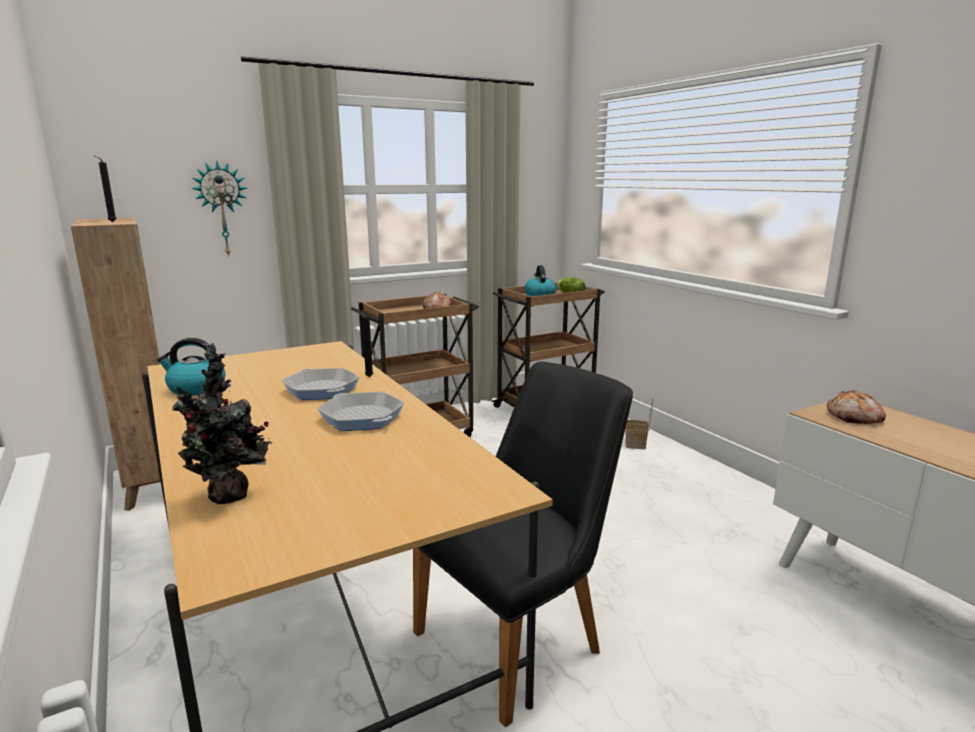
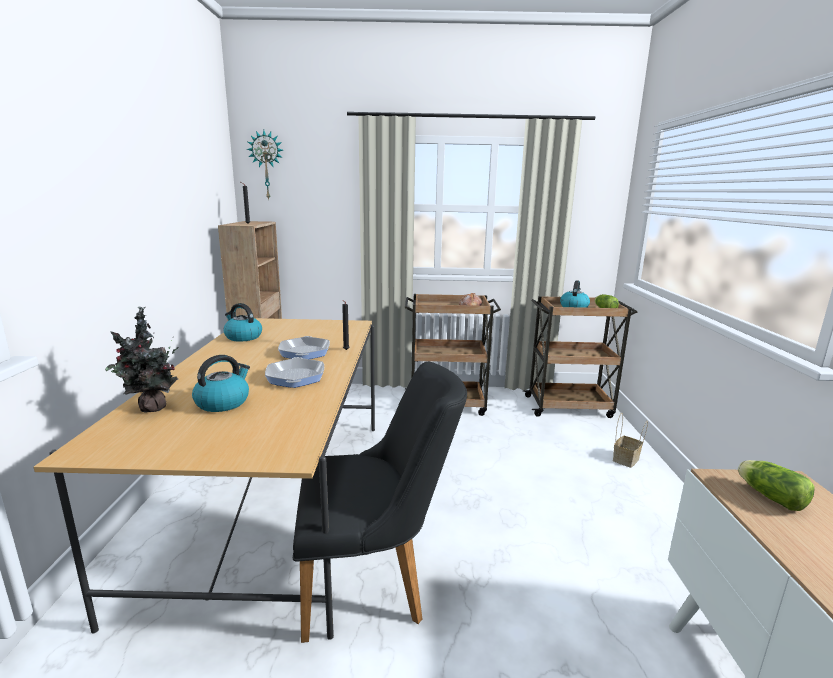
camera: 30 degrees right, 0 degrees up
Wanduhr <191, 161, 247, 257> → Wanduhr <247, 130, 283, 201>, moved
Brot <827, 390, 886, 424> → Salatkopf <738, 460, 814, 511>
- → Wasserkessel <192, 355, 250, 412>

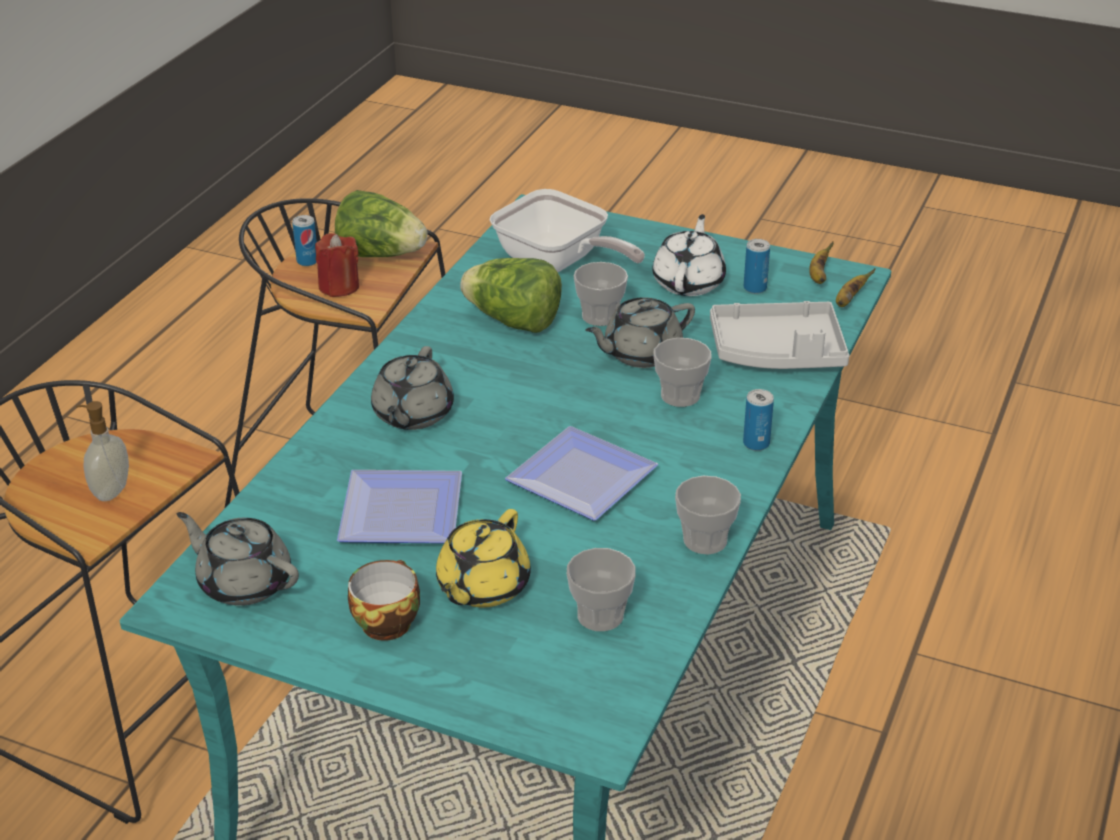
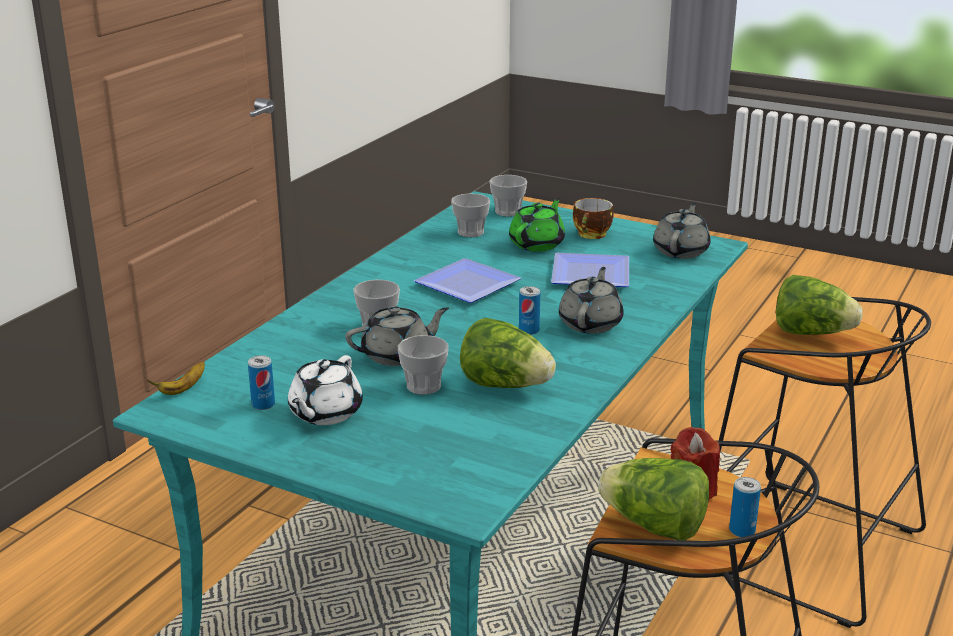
camera: 175 degrees left, 10 degrees down
Seifenspender <76, 401, 129, 501> → Salatkopf <776, 275, 863, 335>
Teekanne (grau) <177, 512, 299, 606> → Teekanne (grau) <653, 203, 711, 259>, 105 degrees counterclockwise
Teekanne (gelb) <436, 509, 531, 608> → Teekanne (grün) <509, 198, 565, 252>
Pfanne <489, 189, 645, 272> → -
Tasse <675, 476, 741, 554> → Tasse <490, 175, 527, 217>, moved
Tablett (grau) <710, 301, 849, 369> → -
Dose <743, 389, 774, 451> → Dose <519, 286, 540, 335>, moved
Banane <809, 241, 834, 284> → -

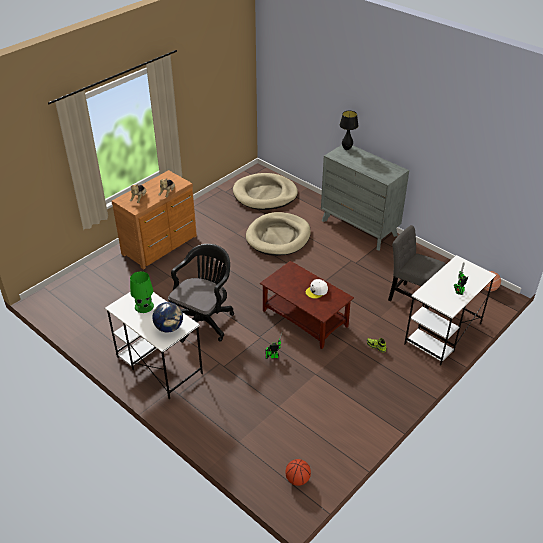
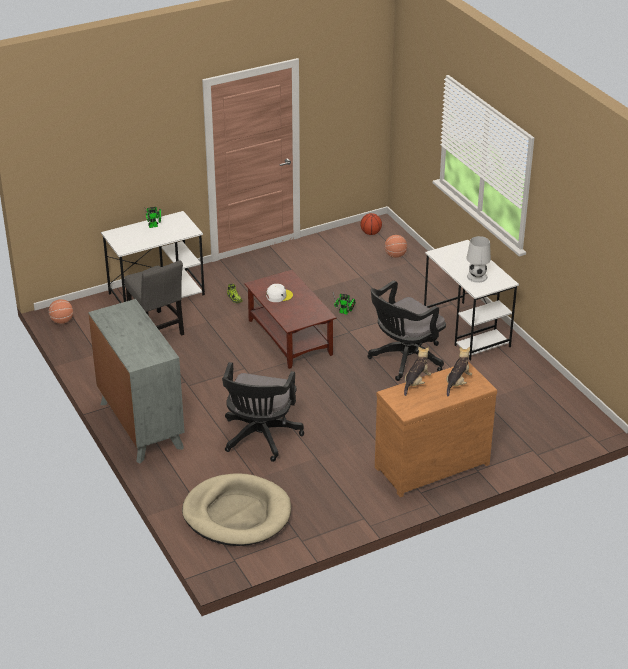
camera: 160 degrees left, 5 degrees down
Tischlampe (grün) <130, 271, 154, 313> → Tischlampe (weiß) <466, 236, 491, 283>
Globus <152, 302, 183, 333> → -
Hundebett (beige) <246, 212, 311, 256> → Bürostuhl (schwarz) <222, 362, 304, 462>
Tischlampe (schwarz) <340, 111, 358, 150> → -
- → Basketball <385, 235, 407, 258>

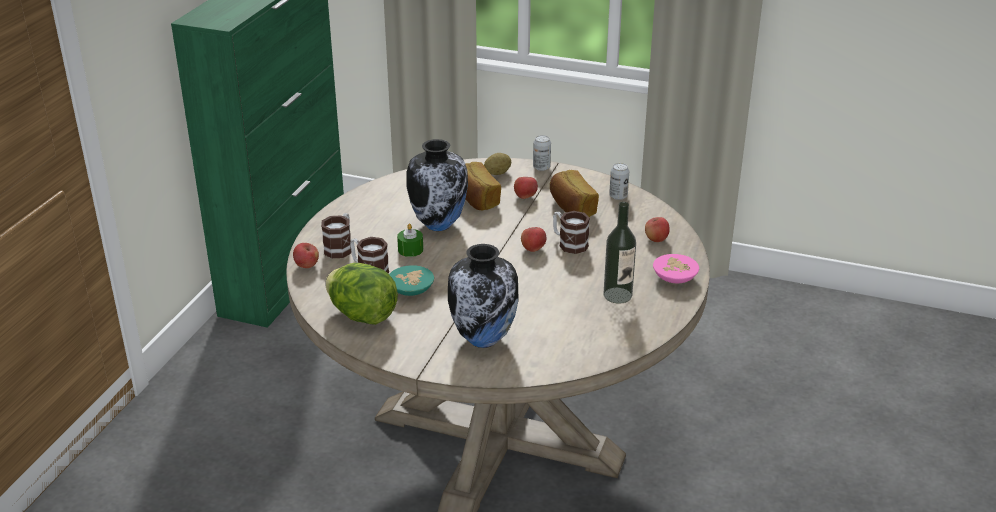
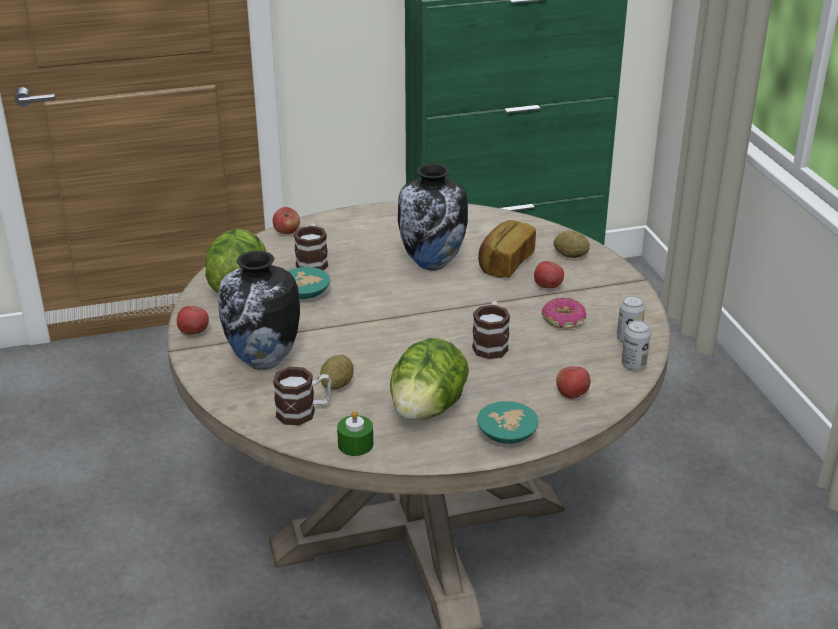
camera: 55 degrees right, 0 degrees up
Henkelbecher <321, 213, 351, 258> → Henkelbecher <273, 367, 331, 425>, moved
Kerze (grün) <397, 224, 423, 257> → Kerze (grün) <337, 410, 373, 456>, moved
Apfel <521, 227, 546, 252> → Apfel <177, 306, 209, 335>, moved
Dose <533, 135, 551, 171> → Dose <622, 320, 651, 370>, moved
Brot <550, 170, 599, 217> → Donut <542, 298, 586, 328>
Flasche <603, 202, 636, 304> → Salatkopf <390, 338, 469, 421>
Schüssel (rosa) <653, 254, 699, 284> → Schüssel (türkis) <477, 401, 539, 444>
- → Kartoffel <320, 355, 354, 390>

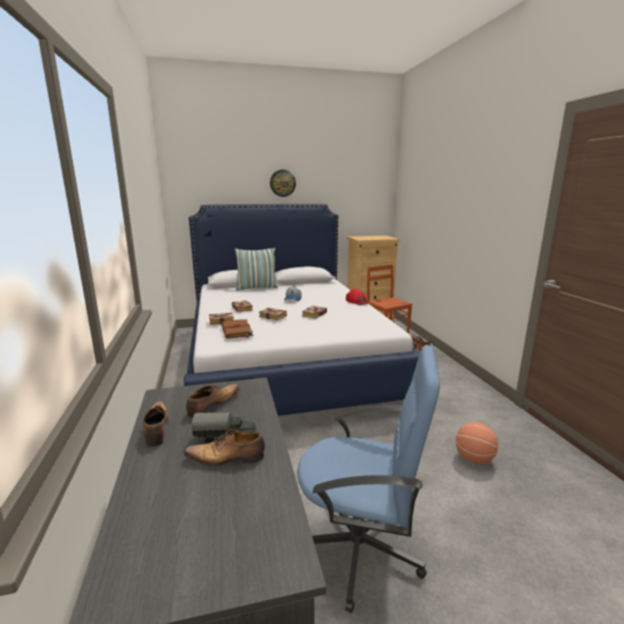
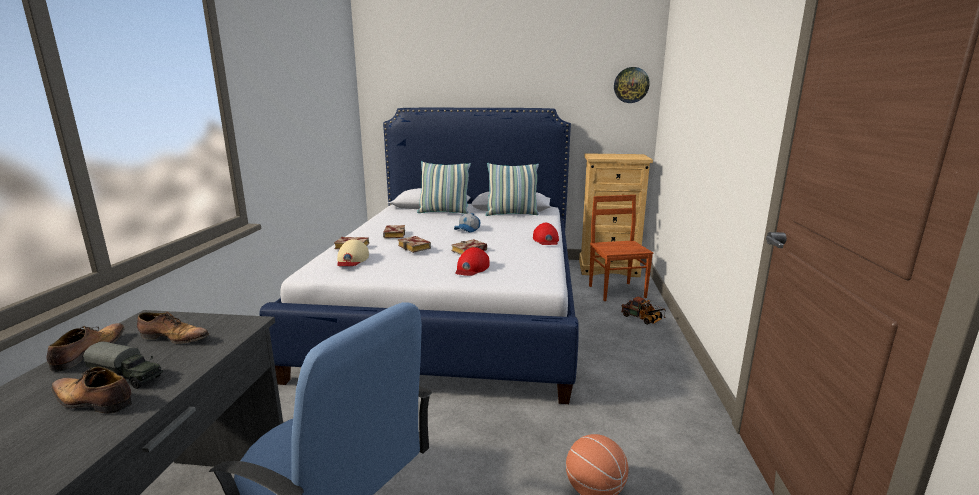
camera: 20 degrees right, 0 degrees up
Schuh <186, 384, 240, 418> → Schuh <137, 311, 209, 344>, 45 degrees clockwise
Buch (braun) <221, 319, 253, 339> → Kappe (beige) <337, 239, 369, 266>
Wanduhr <270, 169, 296, 197> → Wanduhr <614, 67, 650, 103>, moved
- → Kappe (rot) <455, 247, 490, 276>
- → Kissen <486, 163, 539, 216>

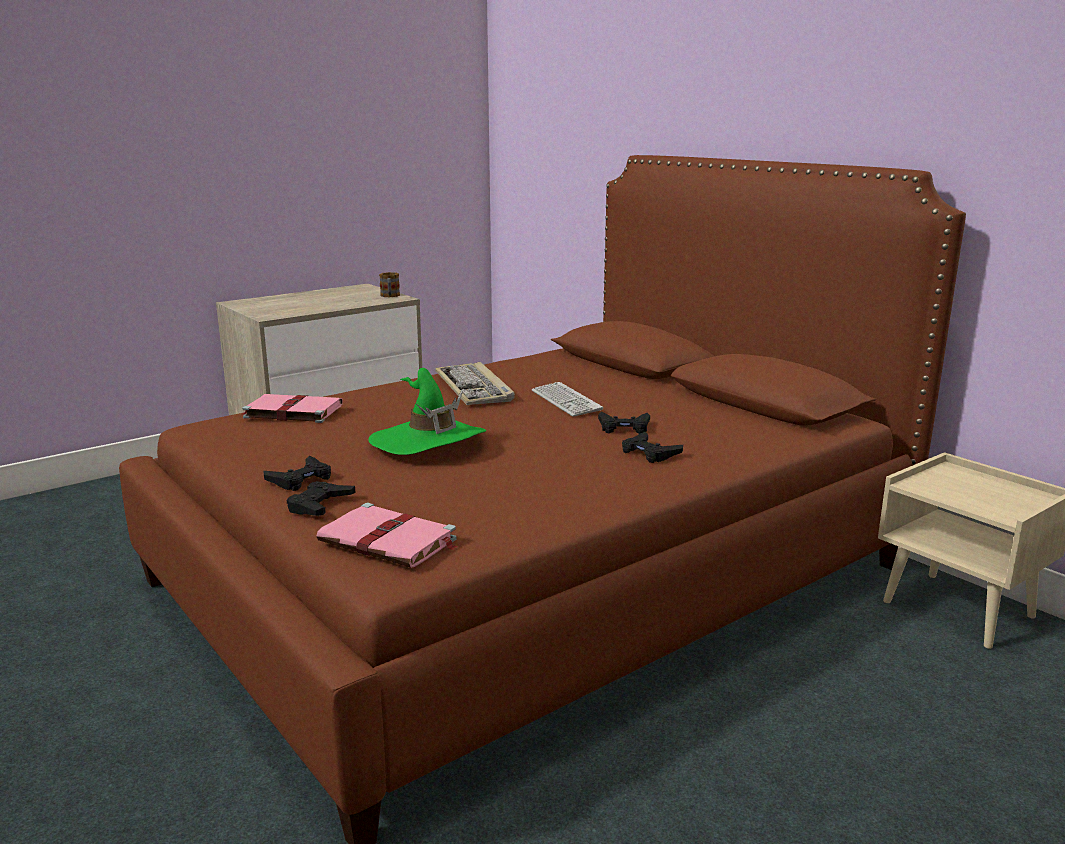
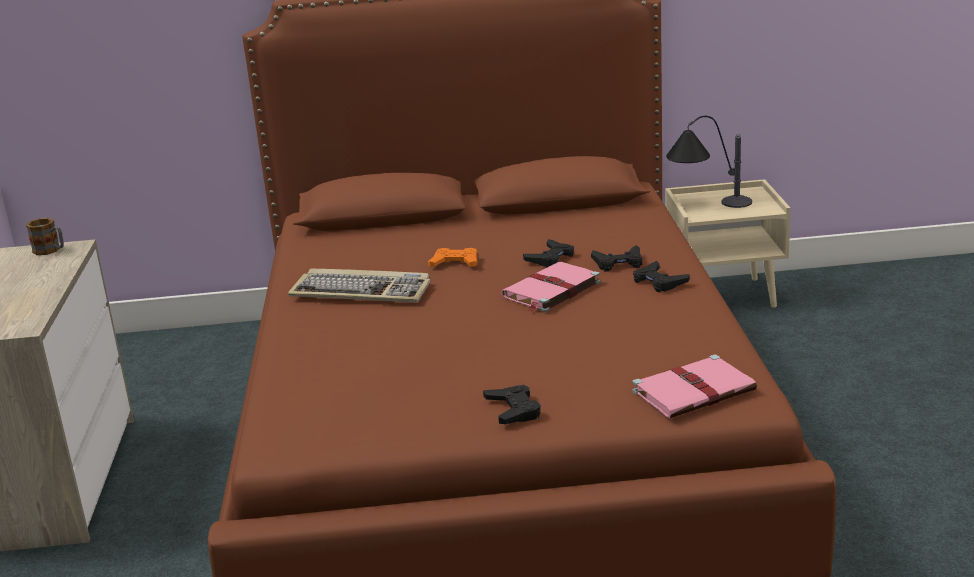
camera: 55 degrees left, 5 degrees up
Buch (rosa) <242, 394, 343, 423> → Buch (rosa) <501, 262, 600, 312>, moved
Gamepad (schwarz) <287, 481, 355, 516> → Gamepad (schwarz) <633, 261, 689, 292>, moved
Hut (grün) <368, 368, 486, 455> → -
Tastatur <532, 382, 603, 417> → Gamepad (orange) <428, 248, 477, 267>
- → Tischlampe <666, 116, 752, 208>

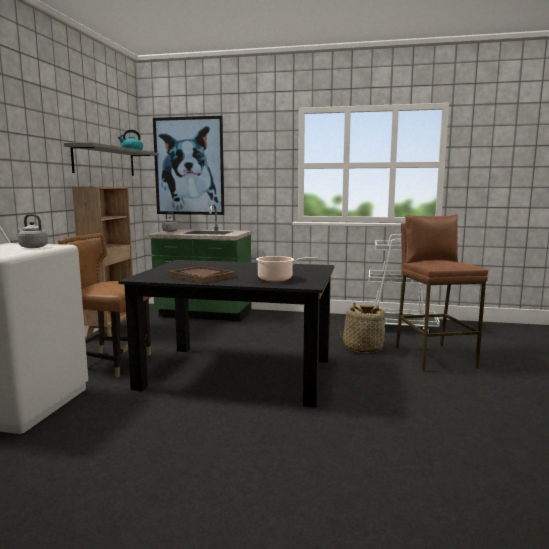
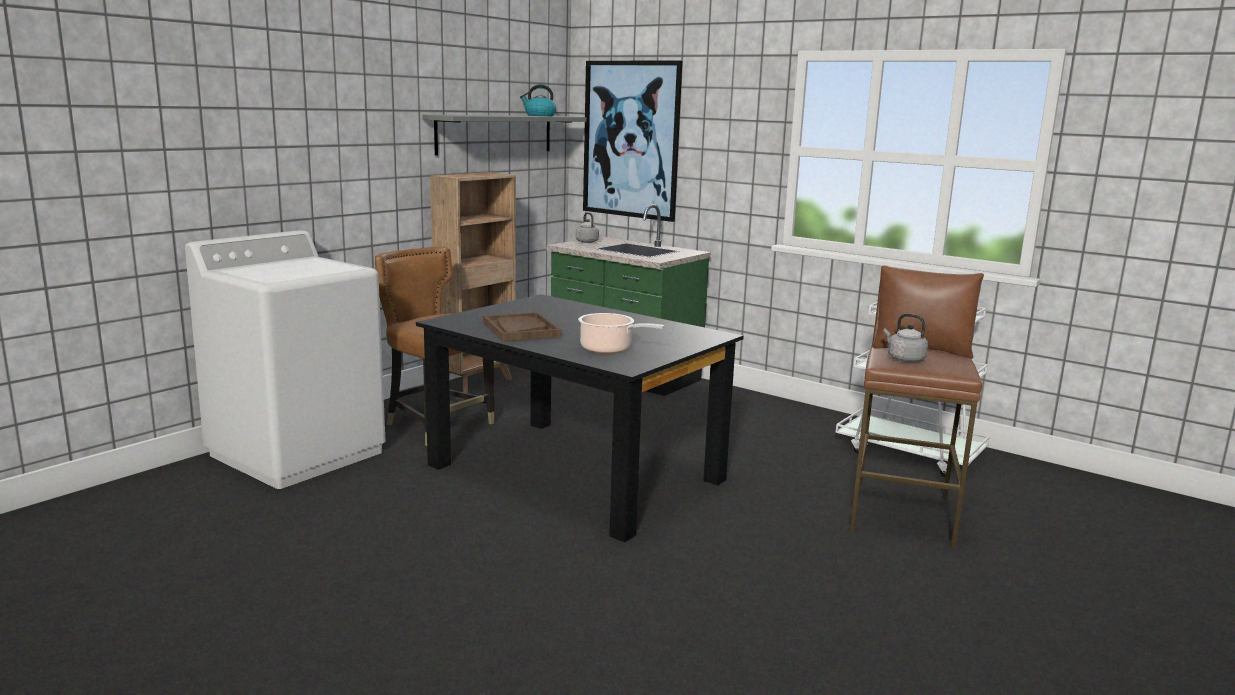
camera: 25 degrees right, 5 degrees up
Wasserkessel (grau) <18, 214, 48, 248> → Wasserkessel (grau) <884, 314, 928, 362>, moved
Korb <339, 303, 387, 353> → -

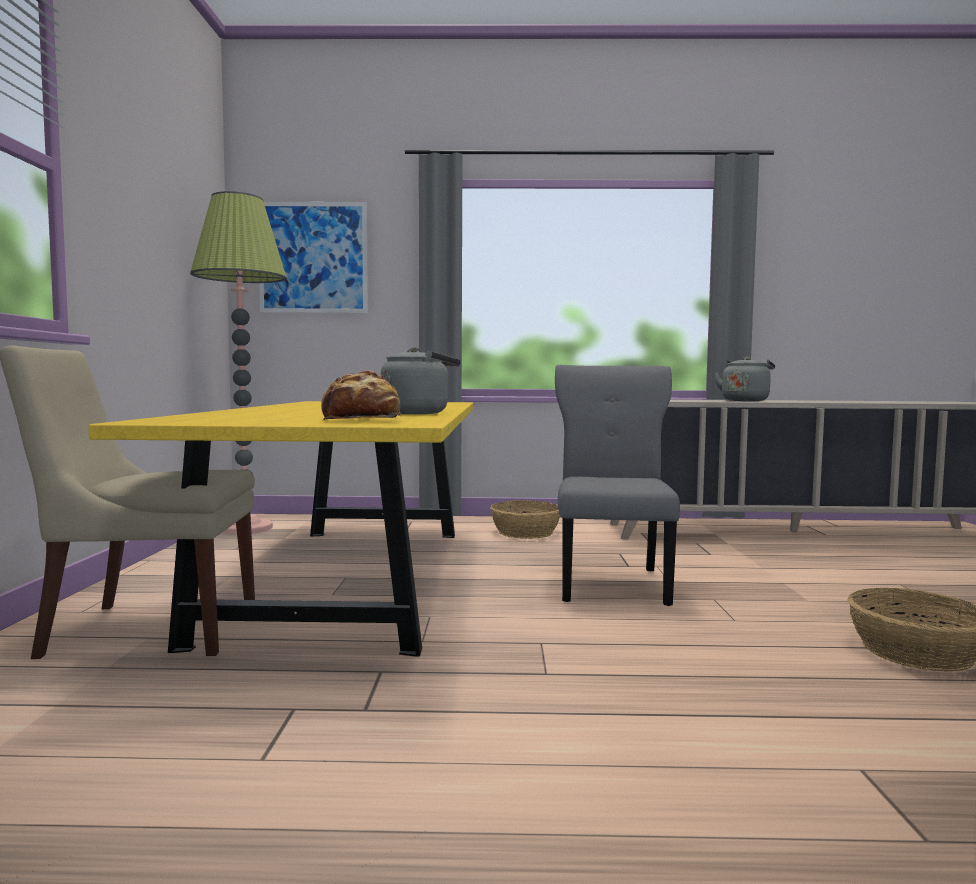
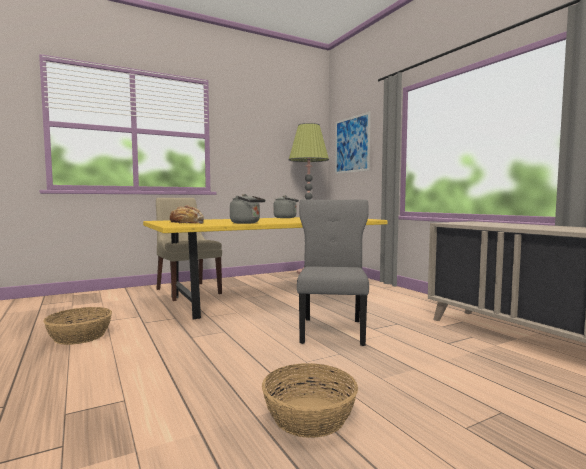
camera: 60 degrees right, 0 degrees up
Korb <490, 500, 560, 539> → Korb <43, 307, 112, 345>, moved
Stuhl (grau) <555, 365, 680, 606> → Stuhl (grau) <297, 199, 369, 346>, 60 degrees counterclockwise
Wasserkessel (grau) <714, 357, 775, 401> → Wasserkessel (grau) <273, 195, 299, 218>, moved

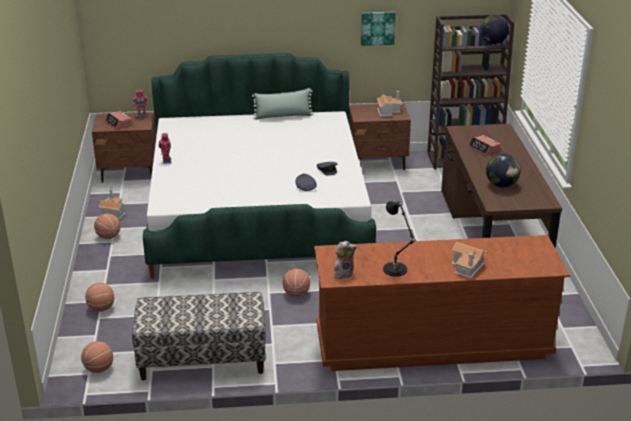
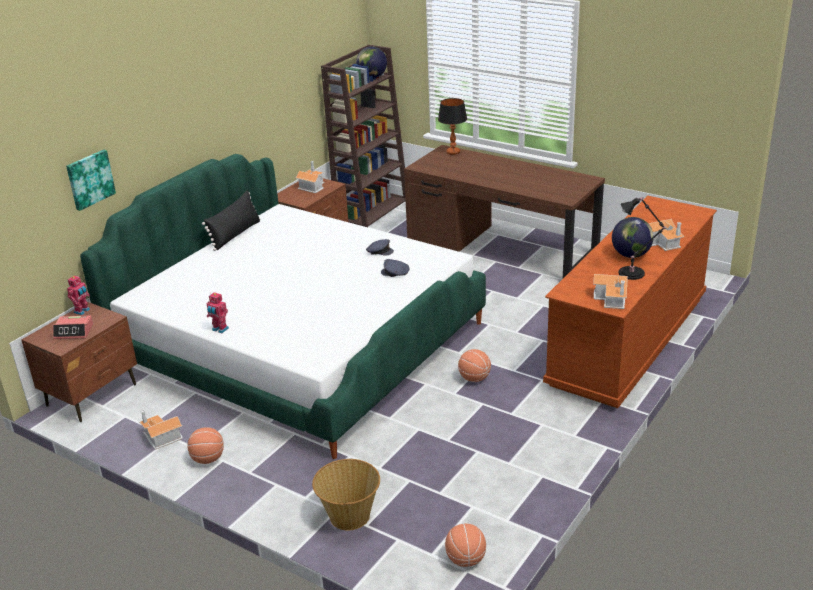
camera: 50 degrees left, 0 degrees up
Basketball <85, 283, 114, 312> → Korb <312, 459, 380, 530>
Bank <132, 292, 266, 380> → -
Kissen (grün) <252, 88, 313, 120> → Kissen (schwarz) <202, 191, 260, 251>
Plüschtier <334, 241, 357, 279> → Spielzeughaus <593, 274, 628, 309>
Bild <361, 12, 395, 46> → Bild <66, 150, 116, 211>, moved
Wecker <468, 135, 501, 156> → -
Globus <486, 154, 521, 187> → Globus <612, 217, 654, 258>, moved
- → Tischlampe <438, 98, 467, 155>

